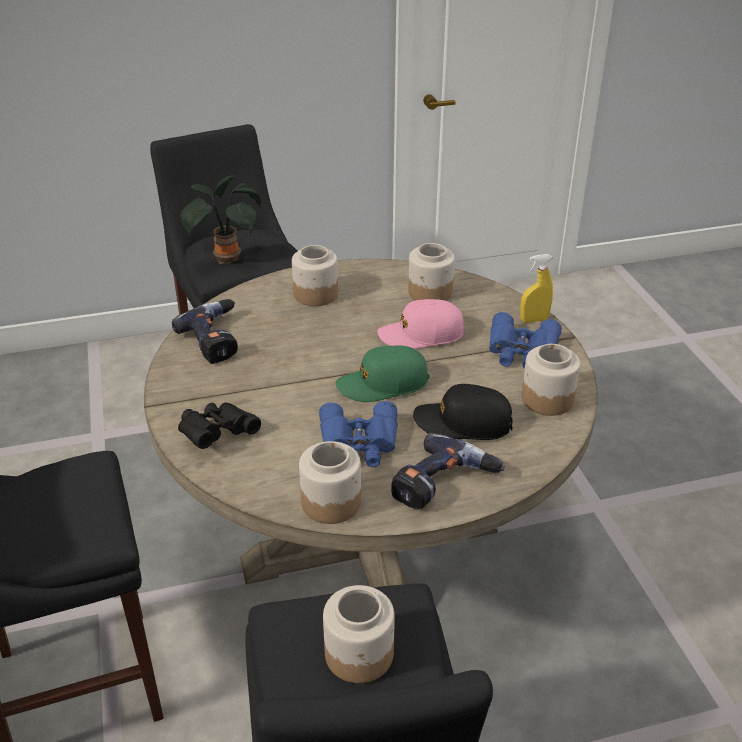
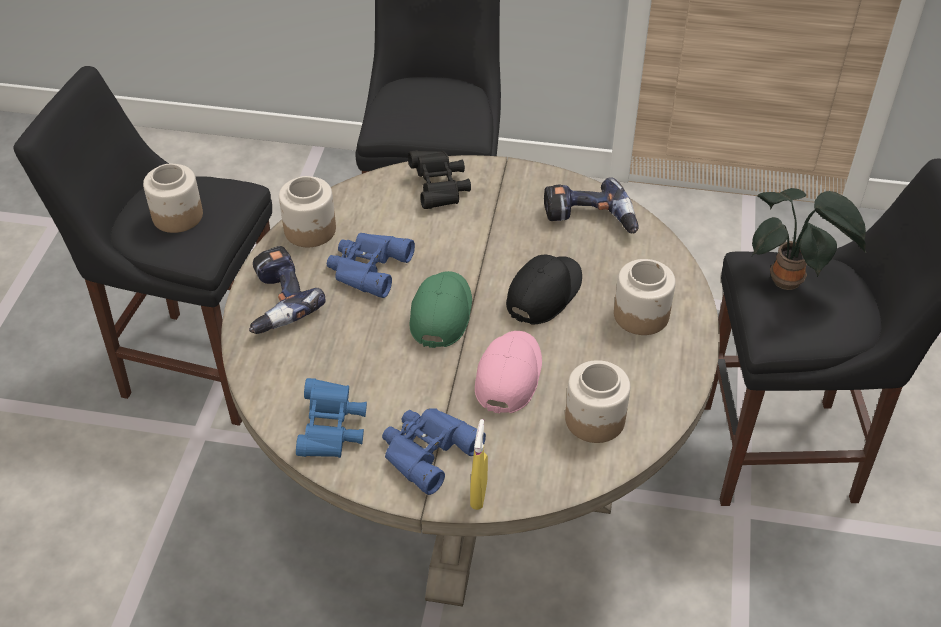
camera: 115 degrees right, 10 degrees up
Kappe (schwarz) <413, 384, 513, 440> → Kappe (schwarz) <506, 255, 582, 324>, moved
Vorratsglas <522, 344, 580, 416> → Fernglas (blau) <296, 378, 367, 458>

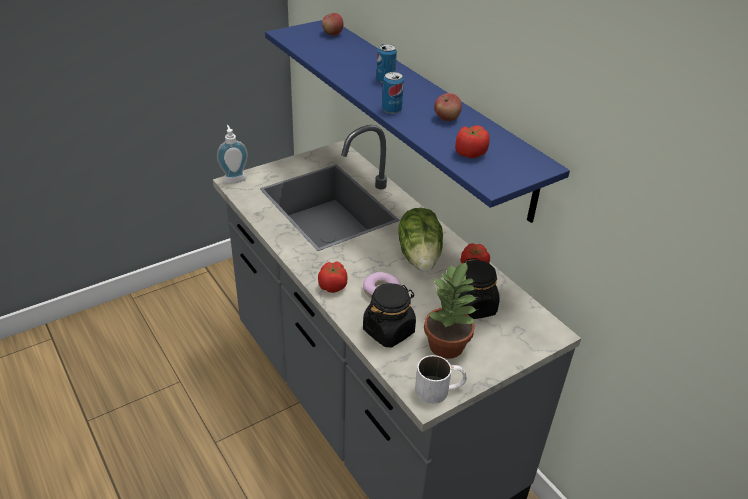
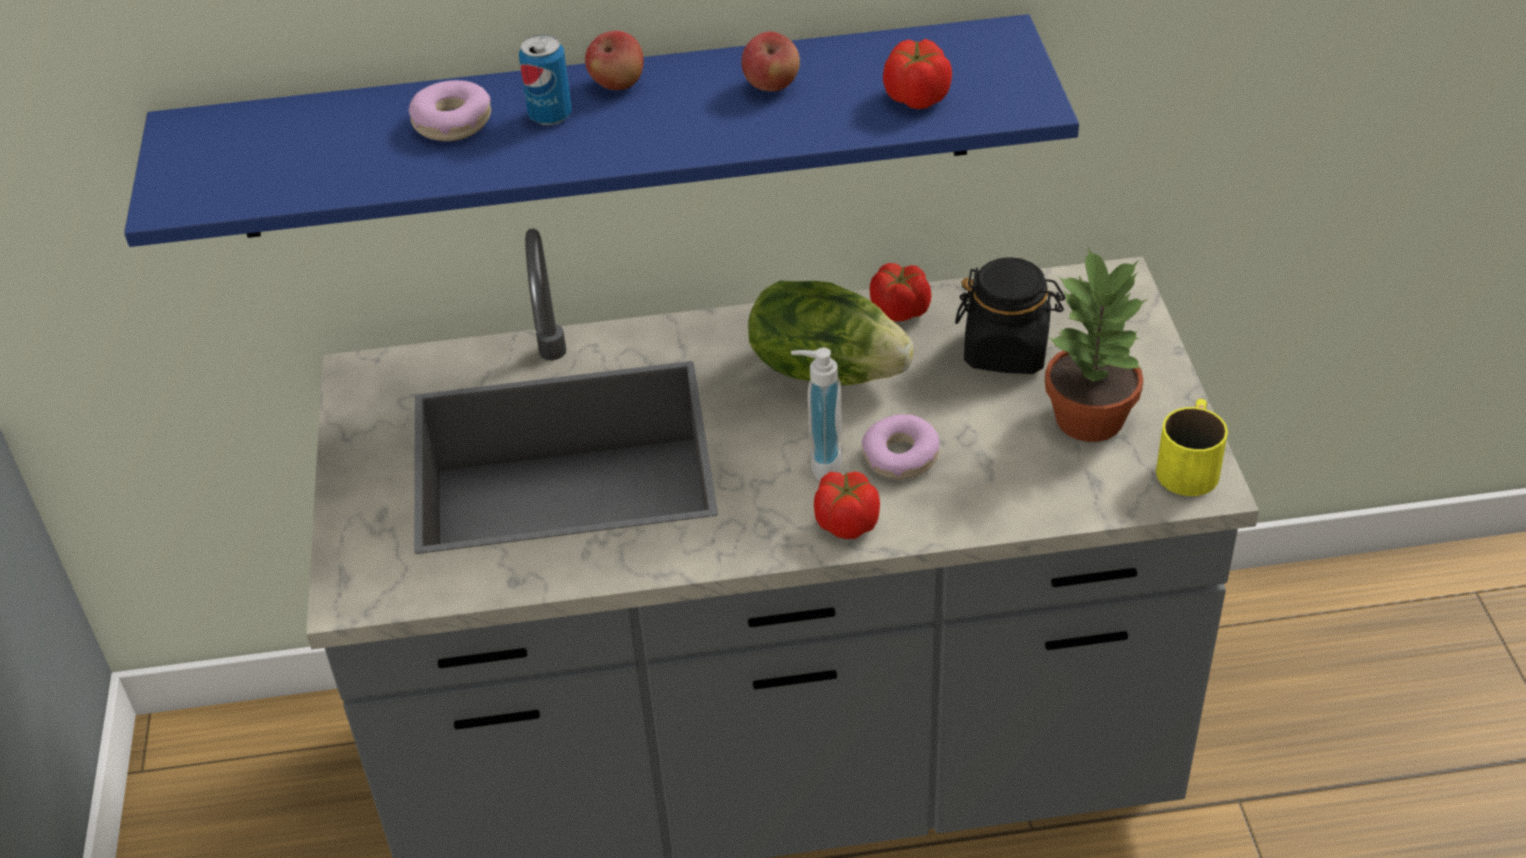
camera: 60 degrees left, 5 degrees up
Seifenspender <217, 125, 248, 184> → Seifenspender <791, 348, 842, 481>, moved
Apfel <322, 13, 344, 36> → Apfel <585, 31, 644, 90>, moved
Vorratsglas (schwarz) <363, 283, 416, 348> → -
Dose <382, 72, 404, 114> → -
Henkelbecher (weiß) <415, 355, 467, 404> → Henkelbecher (gelb) <1156, 399, 1228, 496>
- → Donut <409, 80, 491, 141>

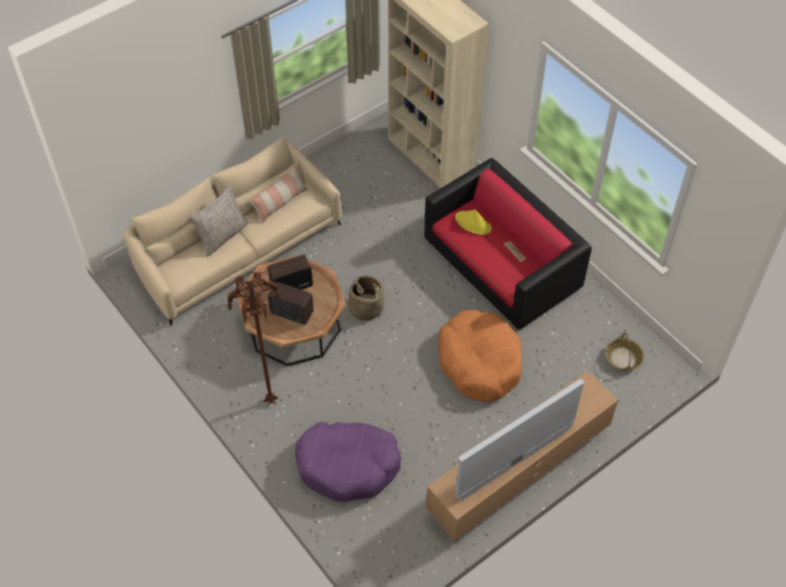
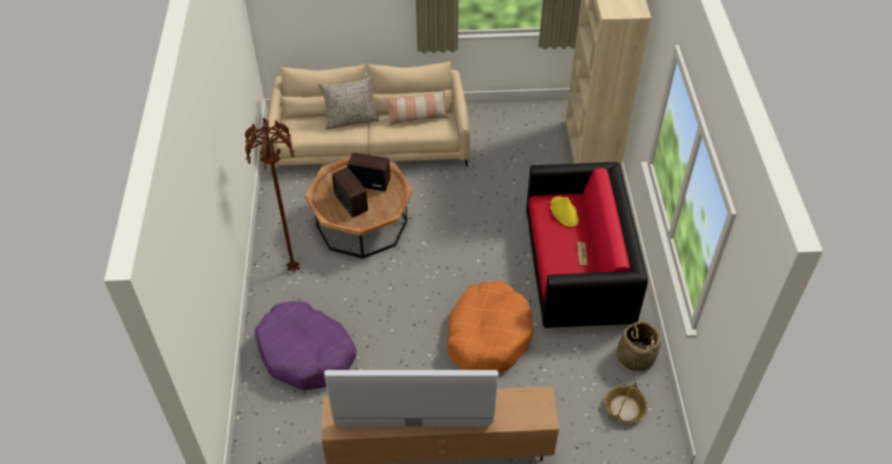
camera: 35 degrees right, 5 degrees down
Korb <346, 275, 384, 321> → Korb <617, 321, 661, 372>, moved

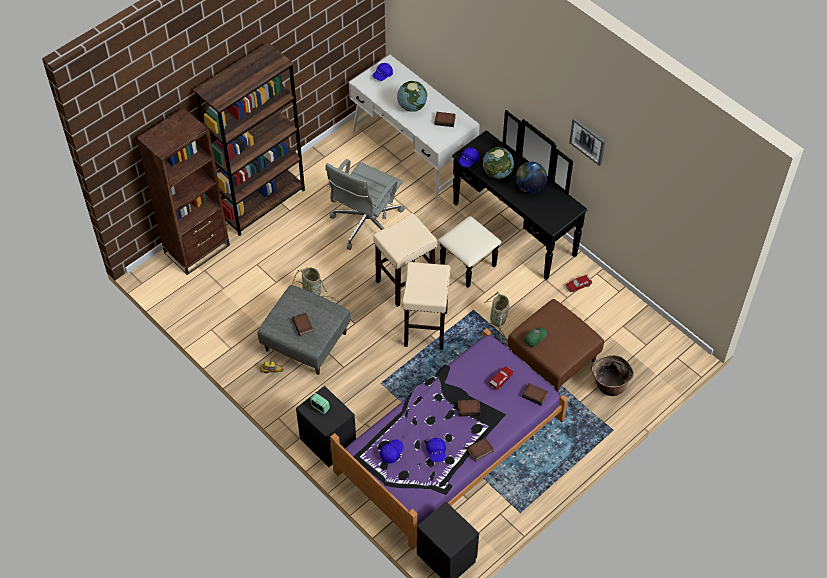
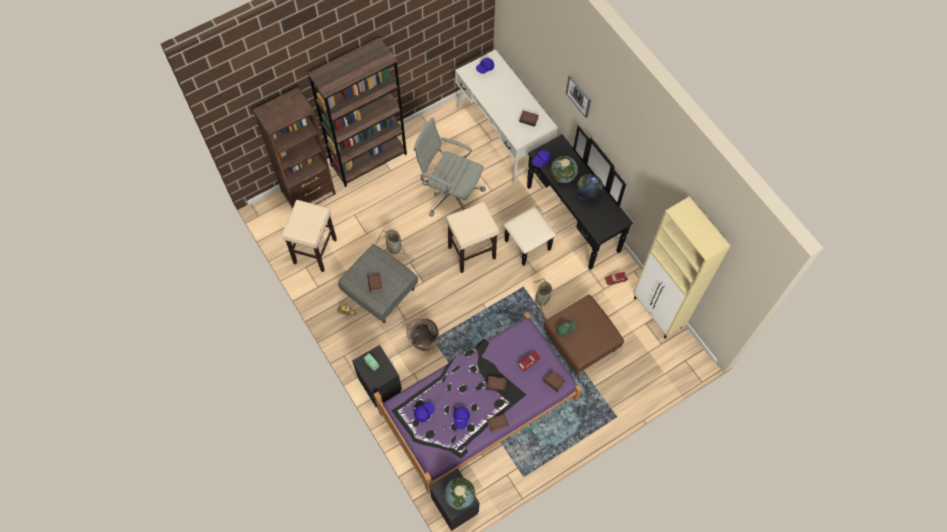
camera: 10 degrees right, 10 degrees up
Bürostuhl (grau) <325, 159, 405, 250> → Bürostuhl (grau) <414, 117, 486, 217>, 75 degrees clockwise
Globus <397, 81, 427, 112> → Globus <445, 478, 475, 510>, moved
Hocker (beige) <403, 262, 451, 350> → Hocker (beige) <282, 200, 337, 272>, moved
Bild <569, 118, 605, 166> → Bild <566, 74, 591, 118>, moved
Korb <592, 355, 634, 396> → Korb <406, 318, 439, 351>, moved
- → Schrank (beige) <633, 197, 730, 338>

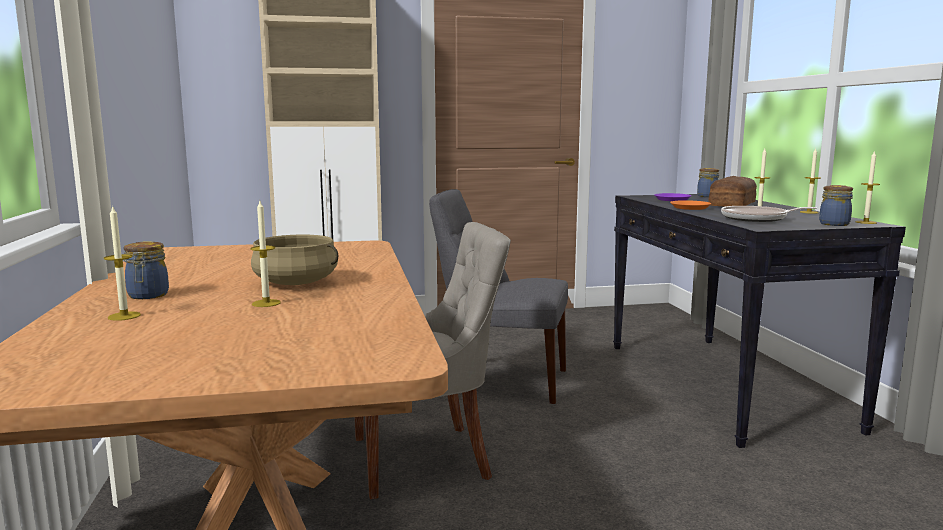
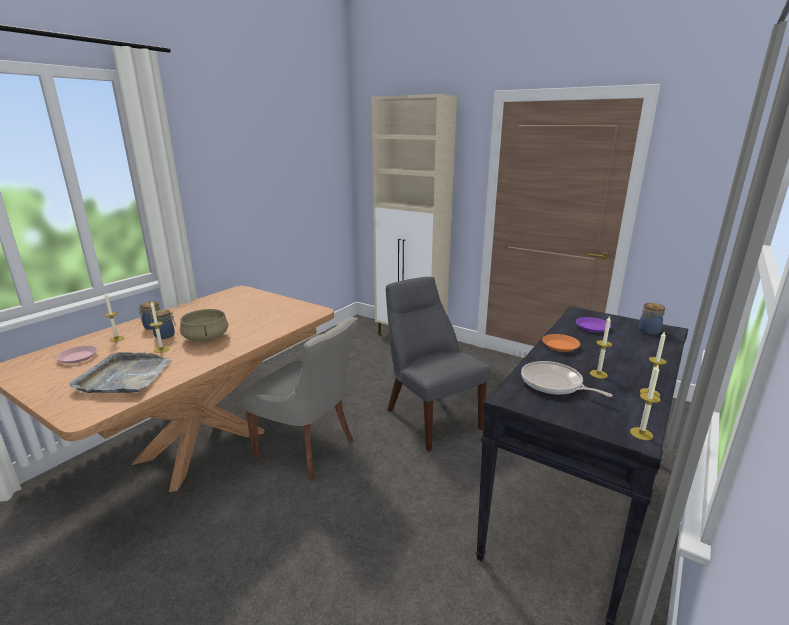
camera: 45 degrees right, 10 degrees up
Brot <708, 176, 757, 207> → -
Vorratsglas <819, 185, 853, 226> → Vorratsglas <150, 309, 176, 339>, moved
- → Teller (rosa) <56, 346, 97, 364>
- → Tablett (grau) <69, 352, 172, 393>

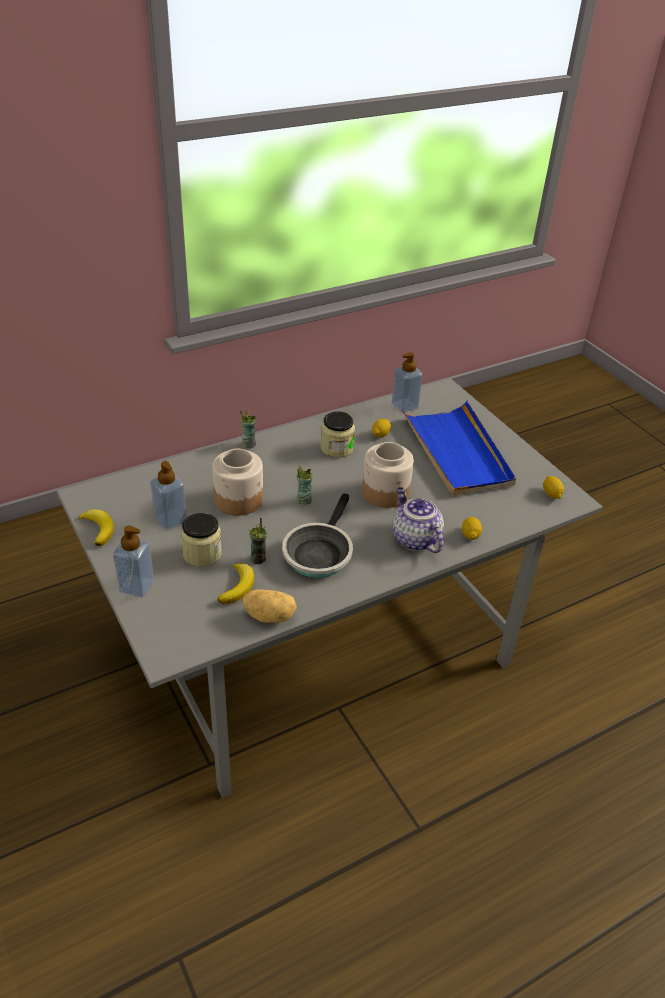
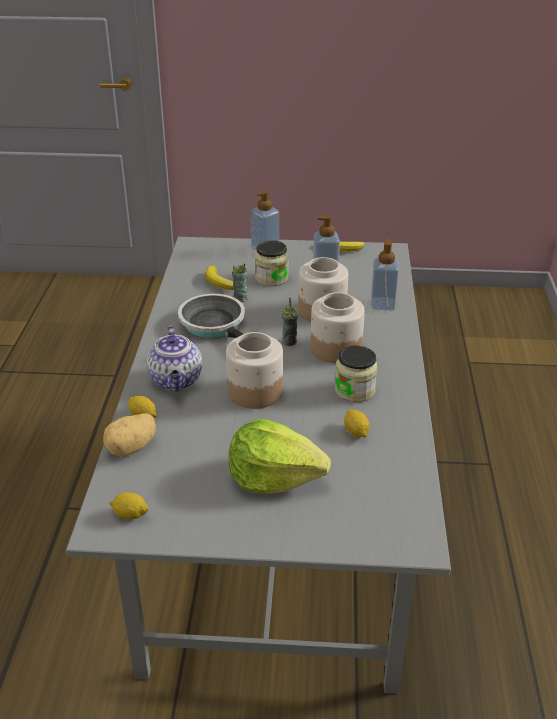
camera: 125 degrees right, 5 degrees down
Tasse <240, 410, 256, 449> → -
Kartoffel <243, 589, 297, 623> → Kartoffel <103, 413, 156, 456>, moved
Seifenspender <392, 352, 423, 413> → Seifenspender <371, 239, 399, 311>, moved
Teekanne <392, 487, 444, 553> → Teekanne <147, 326, 202, 391>, 75 degrees clockwise
Tablett (blau) <402, 401, 516, 495> → Salatkopf <229, 419, 331, 494>
- → Vorratsglas <311, 292, 365, 363>

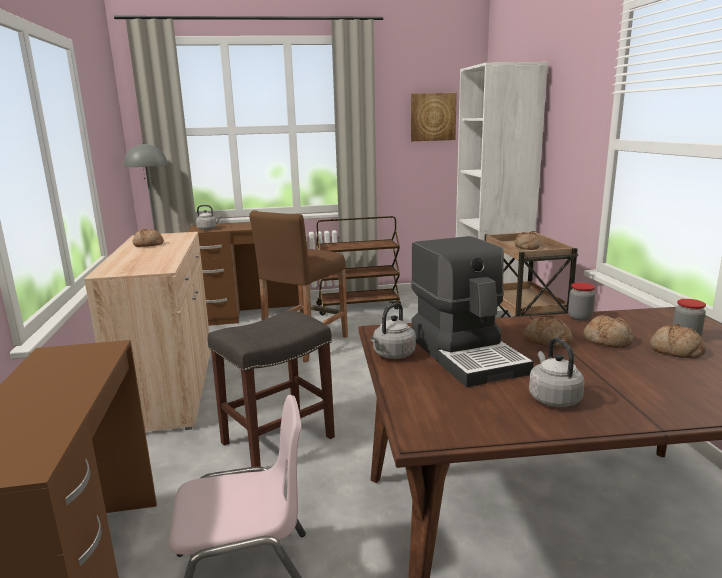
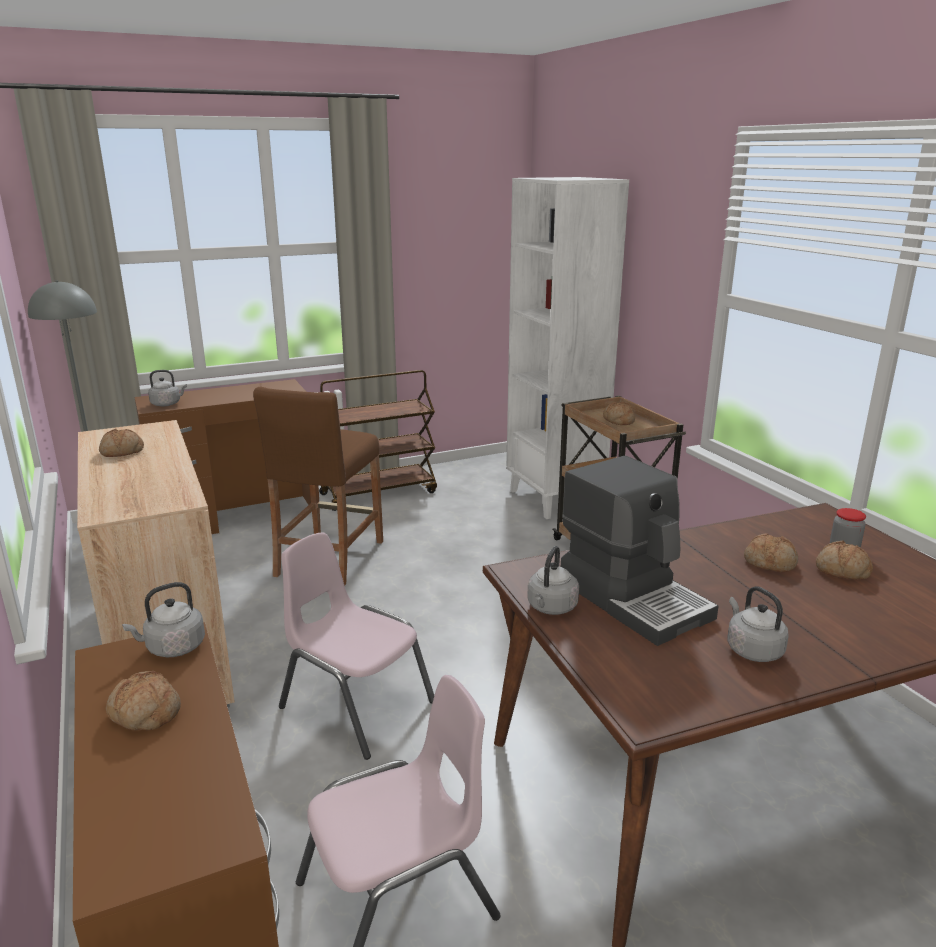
camera: 15 degrees left, 5 degrees up
Hocker (grau) <208, 310, 335, 467> → Stuhl (rosa) <279, 533, 434, 760>
Bild <411, 93, 457, 141> → -
Brot <524, 315, 573, 348> → Brot <106, 671, 181, 730>, moved
Vorratsglas <568, 283, 595, 321> → -
- → Wasserkessel (grau) <122, 582, 205, 657>

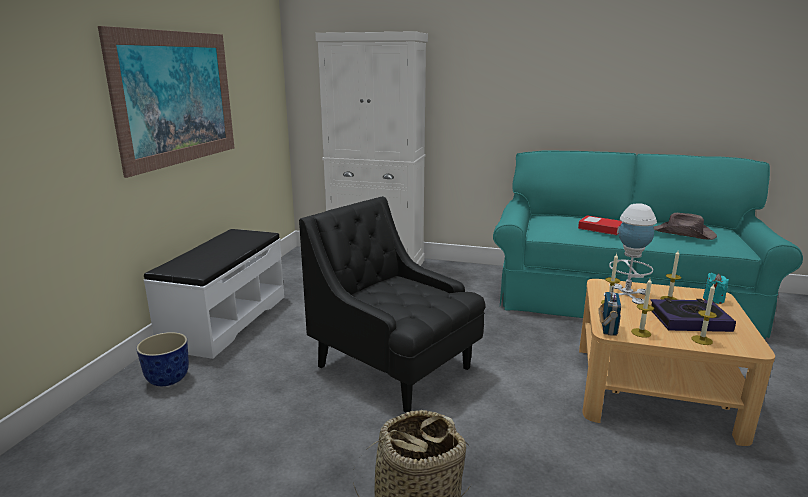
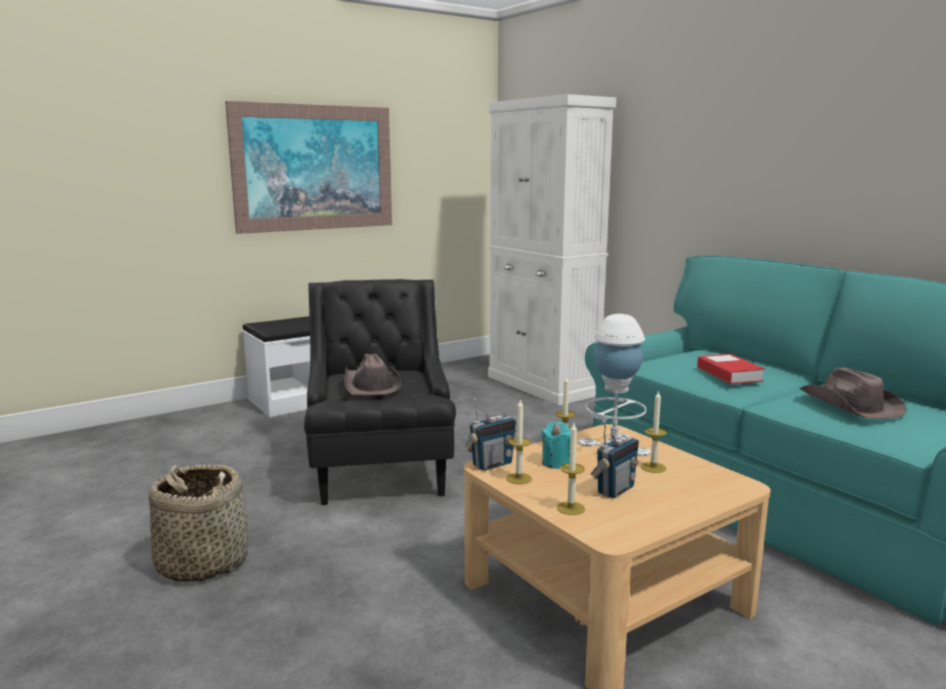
camera: 40 degrees right, 5 degrees down
Pflanzkübel <136, 332, 189, 386> → -
Buch <650, 298, 736, 332> → Radio <591, 421, 639, 498>
Kerze (türkis) <703, 273, 729, 304> → Kerze (türkis) <542, 421, 571, 469>, moved
- → Hut (braun) <344, 354, 401, 396>

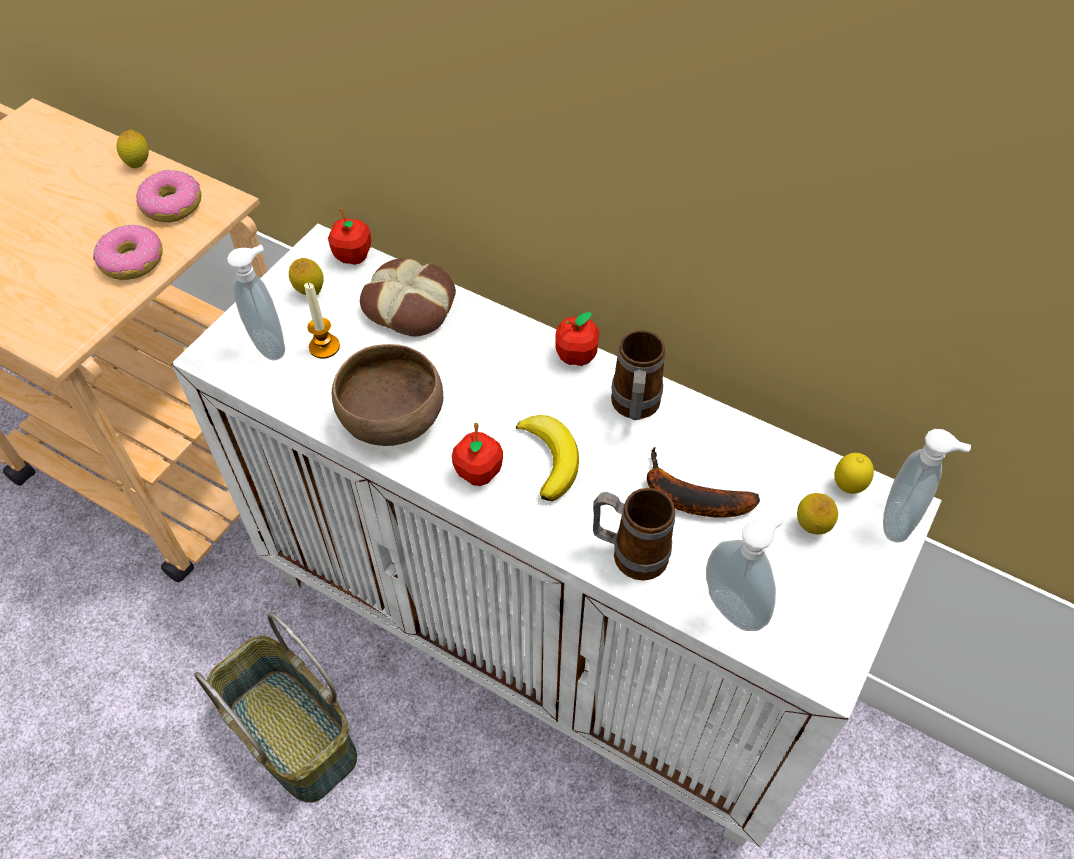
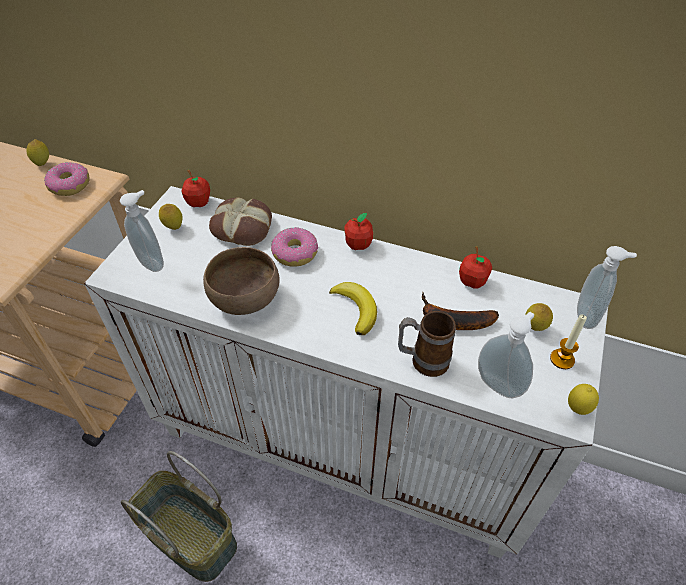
camera: 10 degrees left, 5 degrees down
Donut <93, 224, 163, 280> → Donut <271, 227, 318, 267>, moved
Kerze <304, 283, 340, 359> → Kerze <550, 314, 587, 369>, moved
Apfel <452, 423, 503, 486> → Apfel <459, 246, 492, 289>, moved
Henkelbecher <611, 330, 665, 420> → -
Zitrone <834, 453, 874, 494> → Zitrone <568, 384, 599, 415>, moved

